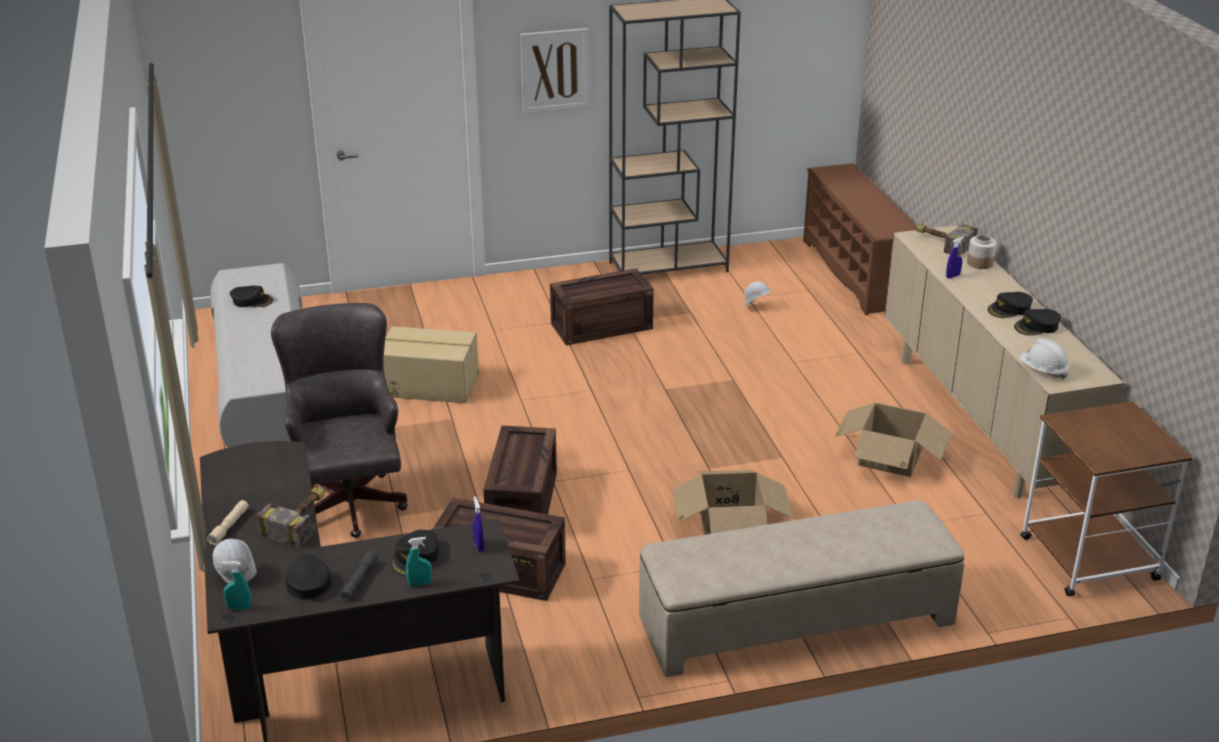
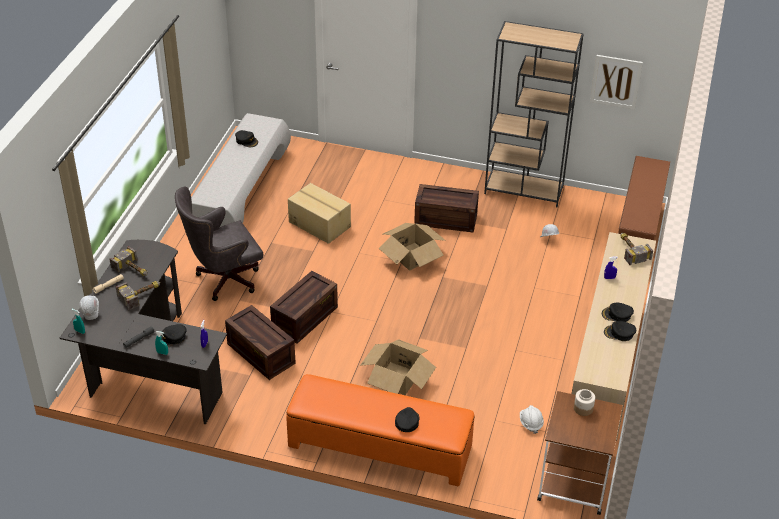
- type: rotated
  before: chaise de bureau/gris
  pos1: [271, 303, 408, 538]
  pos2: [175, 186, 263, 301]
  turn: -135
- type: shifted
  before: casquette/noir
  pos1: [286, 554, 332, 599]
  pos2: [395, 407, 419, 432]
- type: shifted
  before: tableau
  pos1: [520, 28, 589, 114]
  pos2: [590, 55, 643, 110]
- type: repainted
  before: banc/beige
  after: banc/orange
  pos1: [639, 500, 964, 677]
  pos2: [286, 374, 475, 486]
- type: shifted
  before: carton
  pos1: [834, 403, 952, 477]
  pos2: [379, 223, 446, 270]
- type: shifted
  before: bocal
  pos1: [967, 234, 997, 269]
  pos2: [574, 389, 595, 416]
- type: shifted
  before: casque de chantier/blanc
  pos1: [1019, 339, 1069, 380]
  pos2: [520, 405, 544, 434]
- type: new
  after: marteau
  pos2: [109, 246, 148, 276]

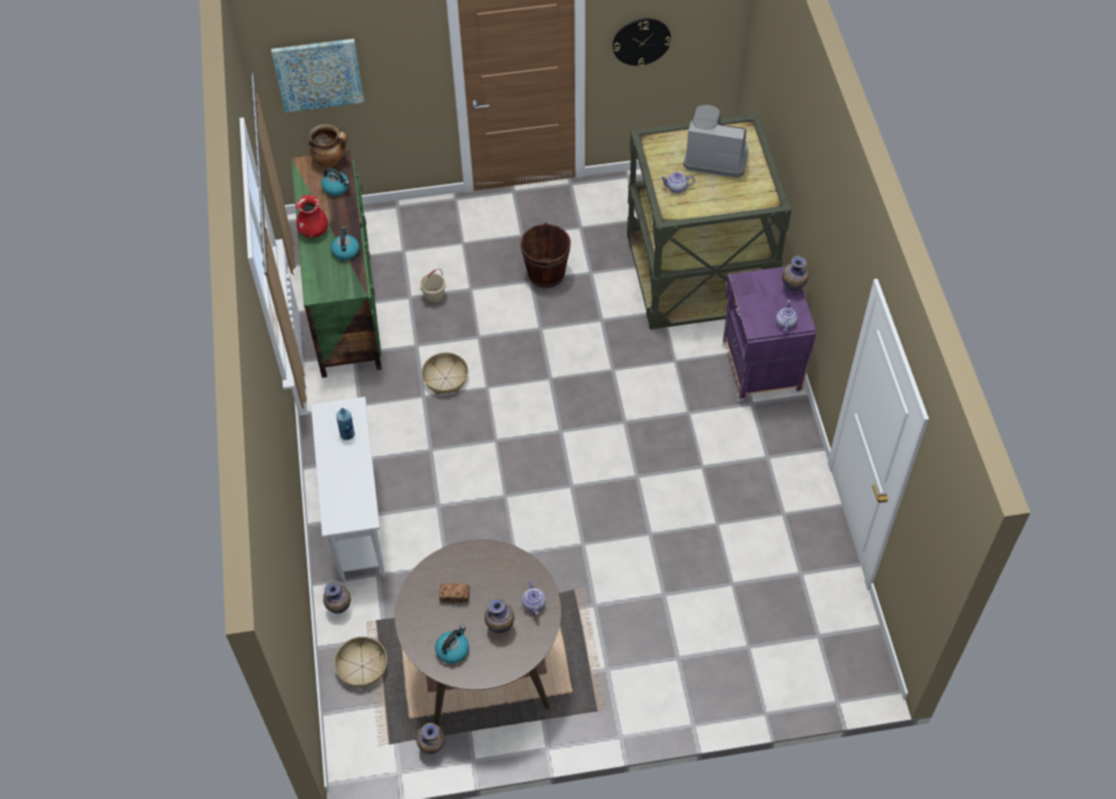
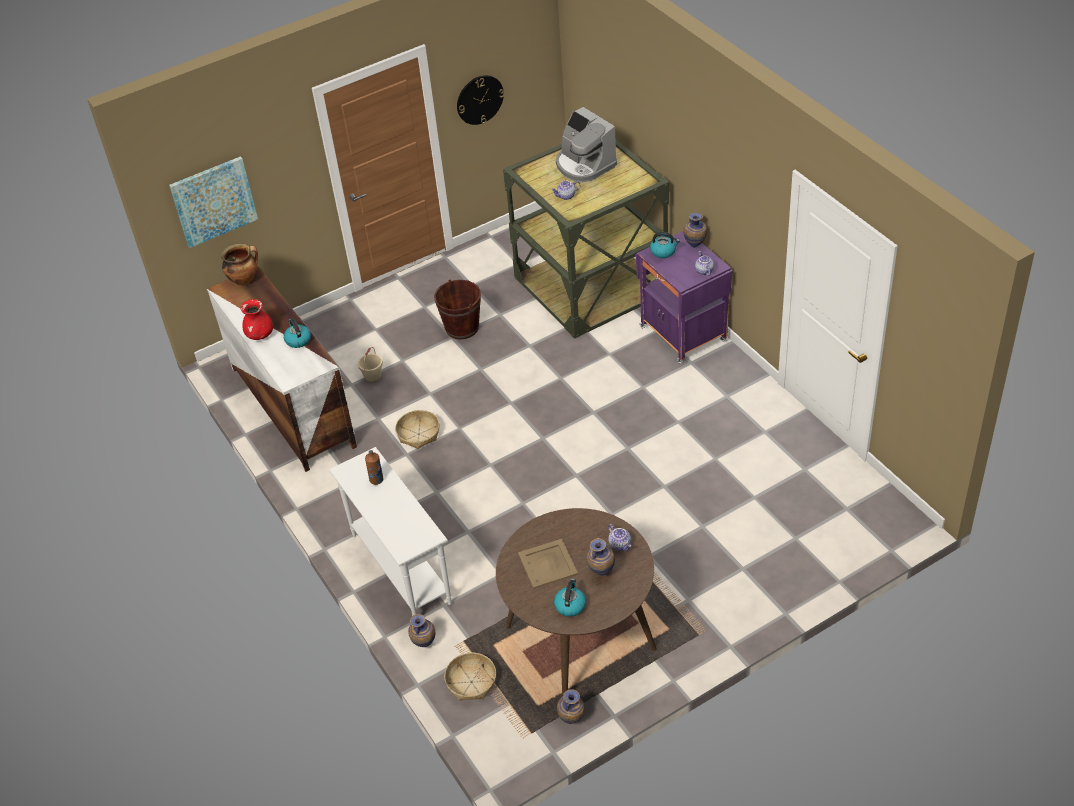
- type: repainted
  before: meuble de rangement/vert
  after: meuble de rangement/blanc
  pos1: [291, 150, 382, 378]
  pos2: [207, 266, 357, 472]
- type: shifted
  before: bouilloire
  pos1: [321, 168, 350, 196]
  pos2: [650, 232, 680, 258]
- type: repainted
  before: bouteille/bleu
  after: bouteille/marron
  pos1: [336, 408, 355, 440]
  pos2: [365, 450, 383, 485]
- type: swapped
  before: pain
  after: plateau/beige
  pos1: [439, 583, 470, 603]
  pos2: [518, 539, 578, 589]
- type: rotated
  before: machine à café
  pos1: [683, 105, 749, 178]
  pos2: [556, 107, 617, 182]
  turn: -120

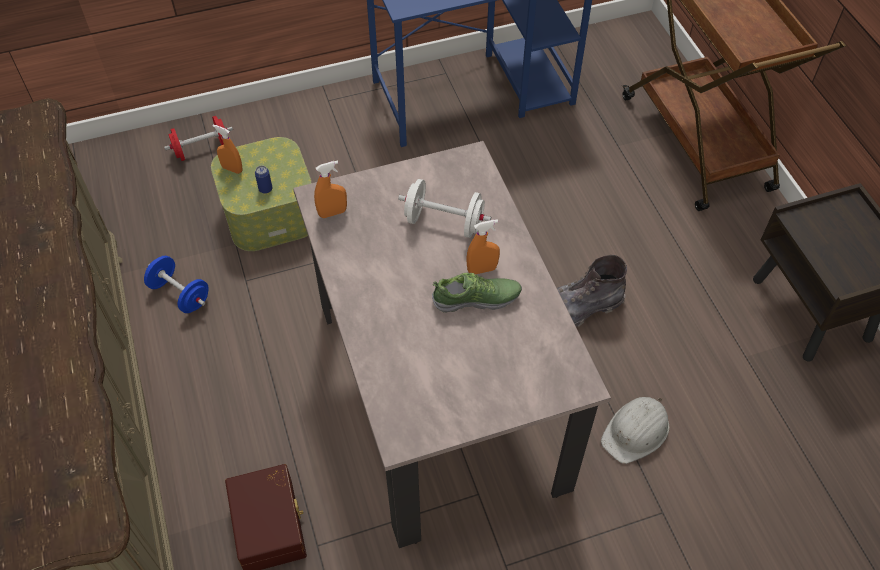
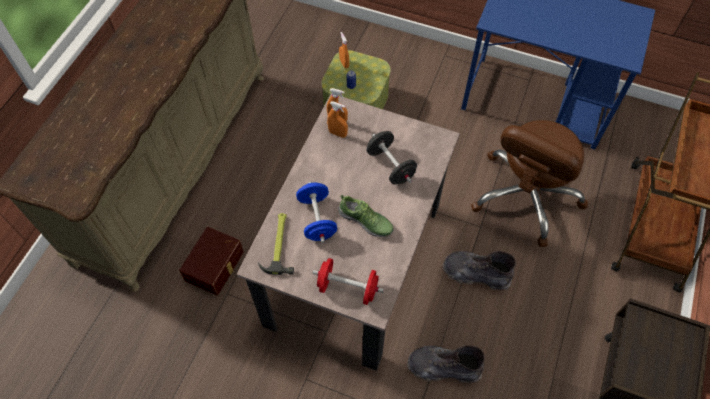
- type: shifted
  before: haltère/bleu
  pos1: [144, 256, 209, 313]
  pos2: [296, 182, 337, 243]
- type: shifted
  before: haltère/rouge
  pos1: [164, 116, 233, 161]
  pos2: [312, 258, 384, 305]
- type: repainted
  before: haltère/blanc
  after: haltère/noir
  pos1: [398, 179, 491, 238]
  pos2: [366, 131, 417, 184]
- type: shifted
  before: vaporisateur/orange
  pos1: [466, 219, 500, 274]
  pos2: [327, 101, 348, 138]
- type: swapped
  before: casque de chantier/blanc
  after: botte/gris
  pos1: [601, 397, 669, 464]
  pos2: [407, 345, 485, 383]
- type: new
  after: marteau
  pos2: [258, 213, 294, 275]
- type: new
  after: chaise de bureau/marron
  pos2: [471, 120, 588, 247]

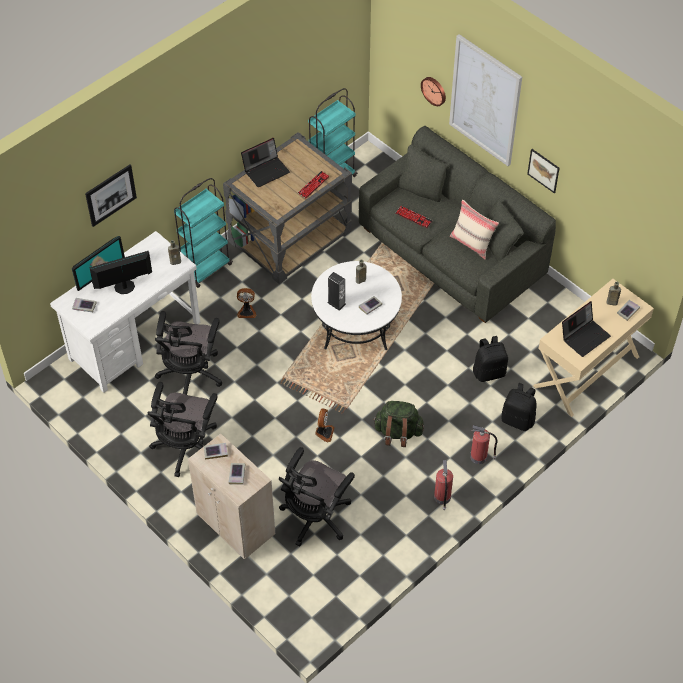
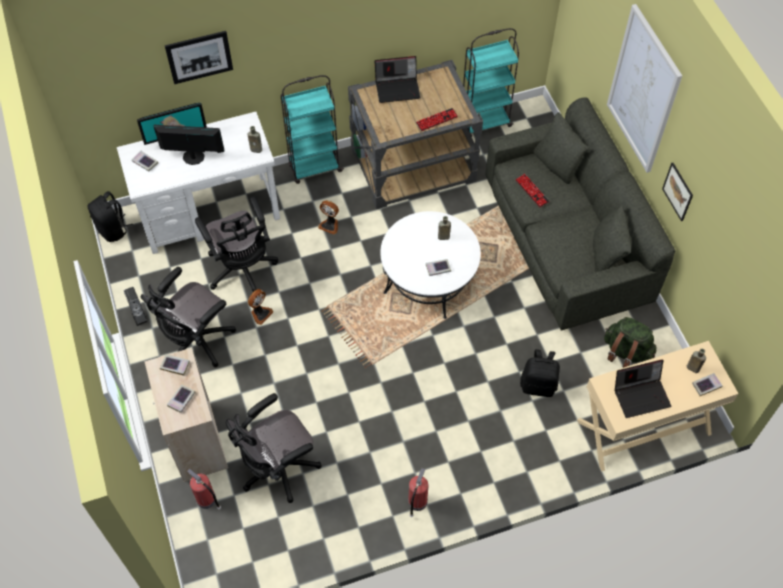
- type: rotated
  before: chaise de bureau
  pos1: [155, 311, 222, 395]
  pos2: [195, 196, 278, 292]
  turn: -60
- type: shifted
  before: ventilateur
  pos1: [315, 408, 334, 442]
  pos2: [248, 289, 273, 325]
- type: shifted
  before: enceinte
  pos1: [327, 272, 346, 311]
  pos2: [124, 287, 148, 326]
- type: shifted
  before: sac à dos/vert
  pos1: [373, 401, 424, 447]
  pos2: [604, 317, 656, 368]
- type: gone
  before: horloge murale
  pos1: [421, 77, 446, 106]
- type: gone
  before: coussin/beige
  pos1: [450, 199, 499, 259]
- type: shifted
  before: extincteur
  pos1: [470, 425, 498, 464]
  pos2: [187, 468, 221, 510]
- type: shifted
  before: sac à dos/noir
  pos1: [502, 383, 537, 431]
  pos2: [88, 191, 133, 242]

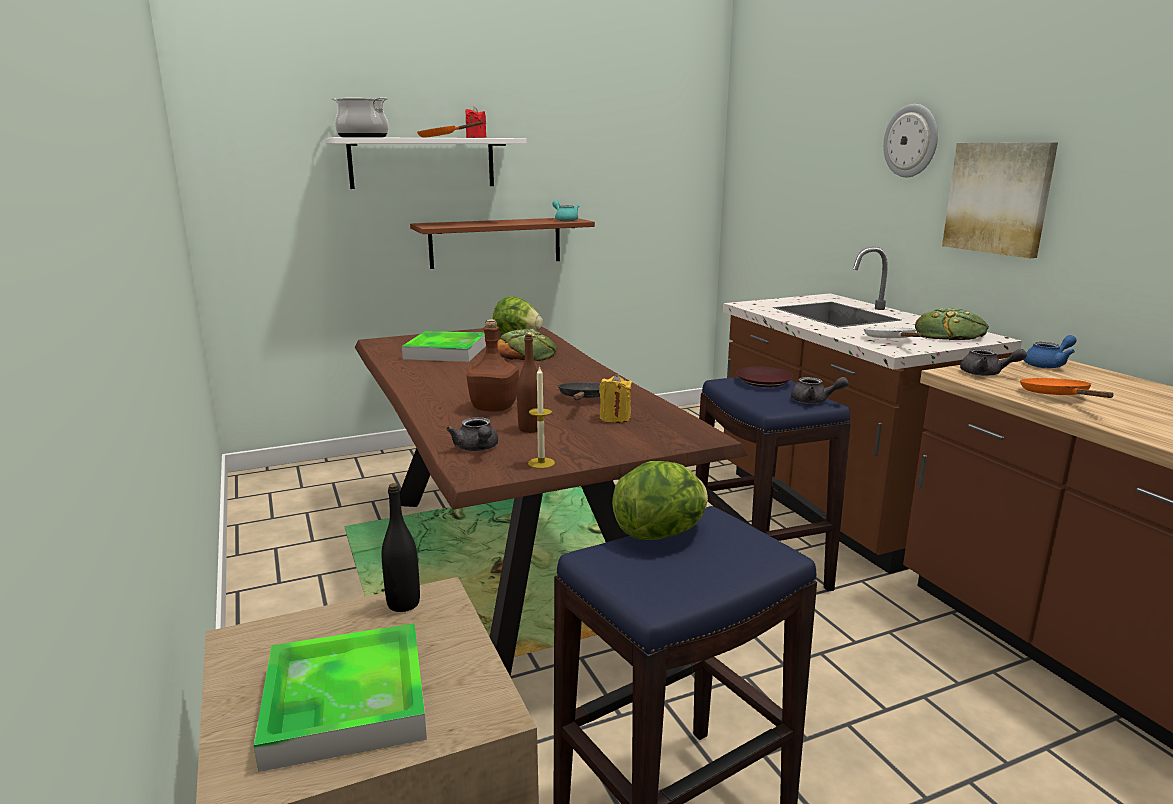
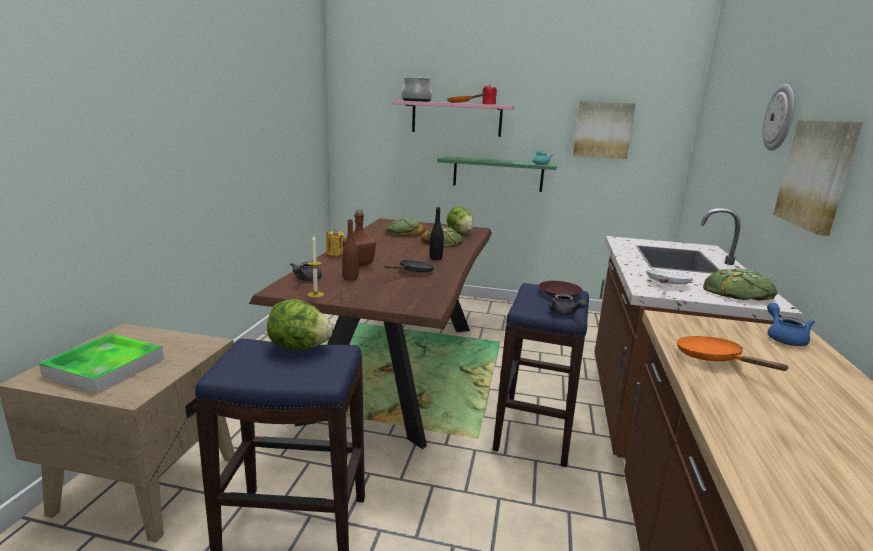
- type: repainted
  before: étagère/blanc
  after: étagère/rose
  pos1: [326, 137, 527, 189]
  pos2: [392, 100, 515, 137]
- type: shifted
  before: bouteille/noir
  pos1: [382, 483, 420, 612]
  pos2: [430, 207, 444, 260]
- type: swapped
  before: plateau
  after: pain
  pos1: [402, 331, 486, 362]
  pos2: [385, 218, 425, 236]
- type: repainted
  before: étagère/marron
  after: étagère/vert
  pos1: [410, 218, 595, 269]
  pos2: [437, 156, 557, 192]
- type: shifted
  before: bougie/jaune
  pos1: [599, 374, 632, 423]
  pos2: [326, 229, 345, 256]
- type: gone
  before: théière/gris
  pos1: [960, 348, 1027, 376]
- type: rotated
  before: poêle/orange
  pos1: [1020, 378, 1114, 398]
  pos2: [676, 336, 789, 371]
  turn: -60
- type: rotated
  before: théière/bleu
  pos1: [1024, 335, 1077, 368]
  pos2: [767, 303, 815, 346]
  turn: -105
- type: new
  after: tableau
  pos2: [573, 101, 635, 159]

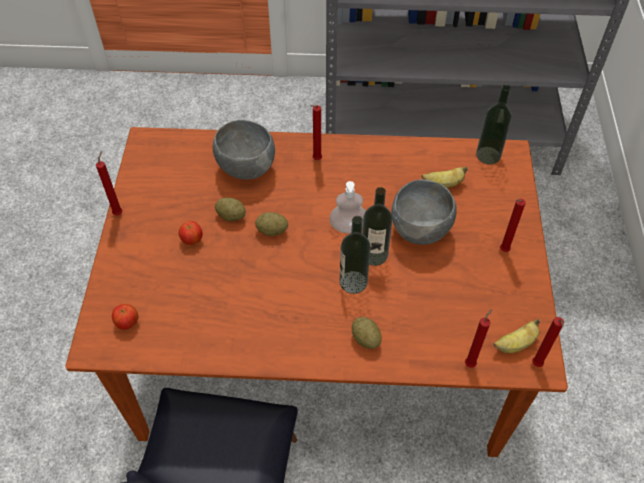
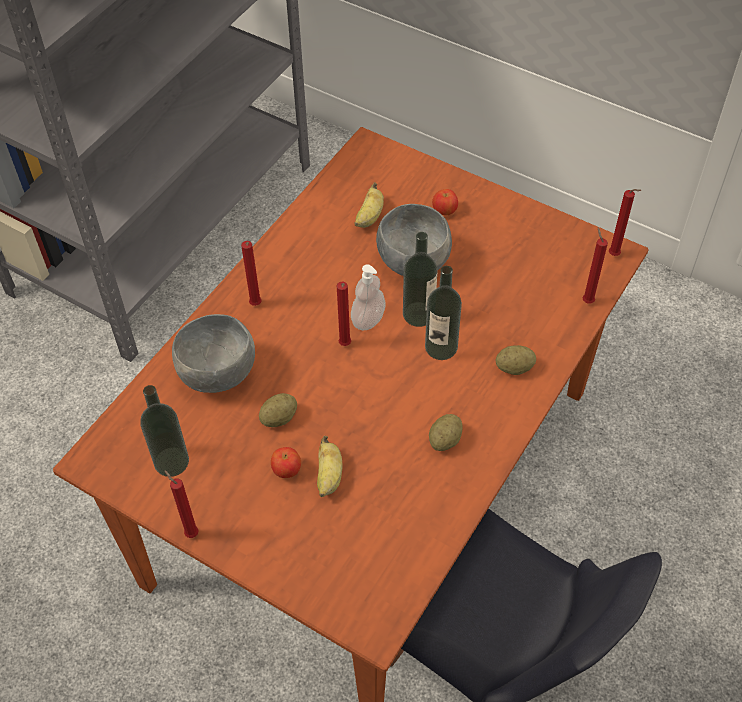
- type: shifted
  before: pomme
  pos1: [112, 304, 138, 330]
  pos2: [432, 189, 458, 215]
- type: shifted
  before: pomme de terre
  pos1: [255, 212, 288, 236]
  pos2: [429, 414, 462, 451]
- type: shifted
  before: bouteille
  pos1: [476, 84, 512, 165]
  pos2: [140, 385, 189, 477]
- type: shifted
  before: banane
  pos1: [493, 319, 540, 353]
  pos2: [317, 436, 343, 497]
- type: shifted
  before: bougie/rouge
  pos1: [500, 198, 526, 252]
  pos2: [337, 281, 351, 346]

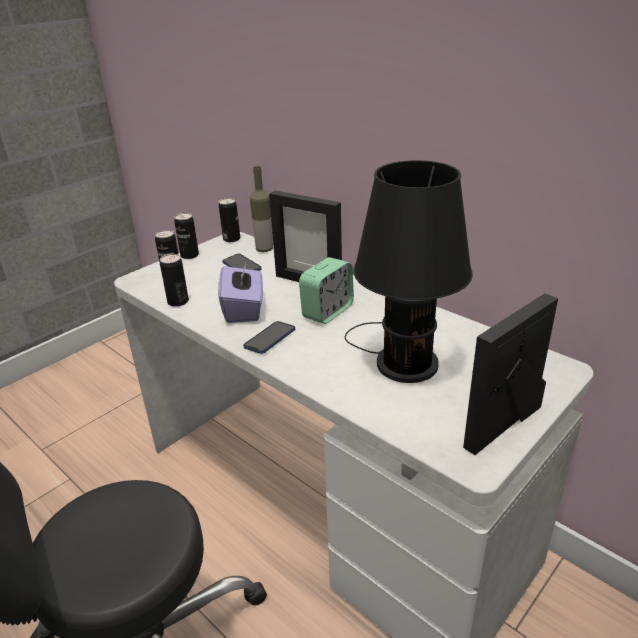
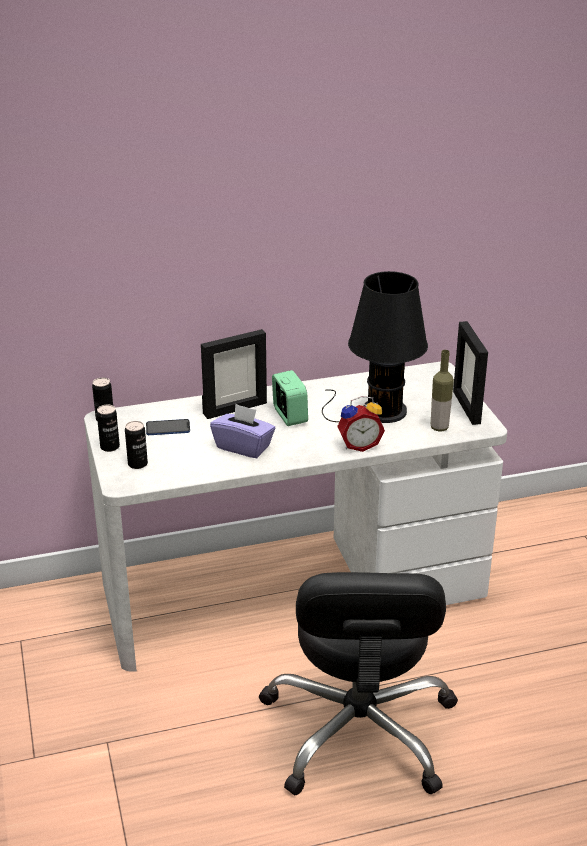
- type: gone
  before: boîte métallique
  pos1: [160, 254, 189, 307]
- type: gone
  before: téléphone
  pos1: [243, 321, 295, 354]
- type: shifted
  before: bouteille
  pos1: [250, 166, 273, 252]
  pos2: [431, 350, 454, 431]
- type: new
  after: réveil
  pos2: [337, 396, 385, 452]

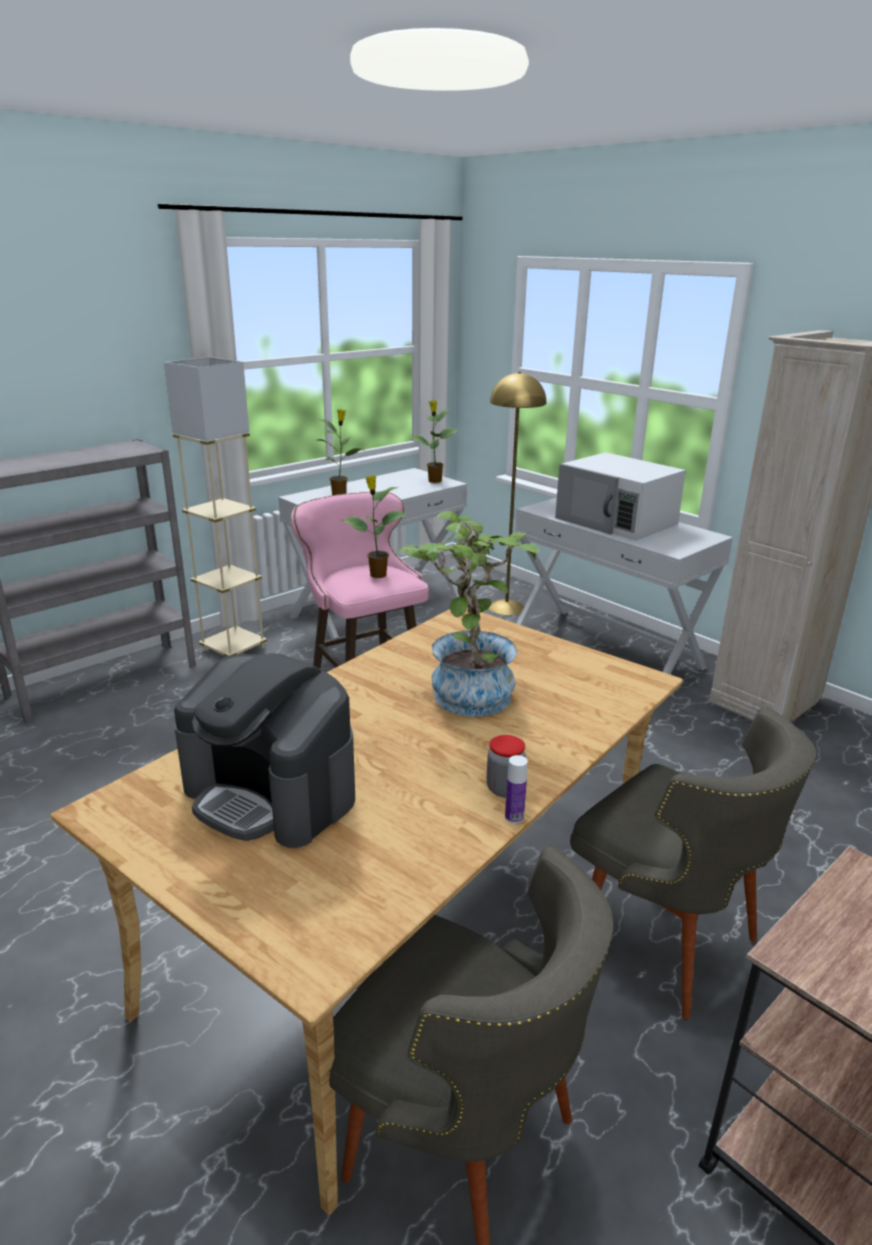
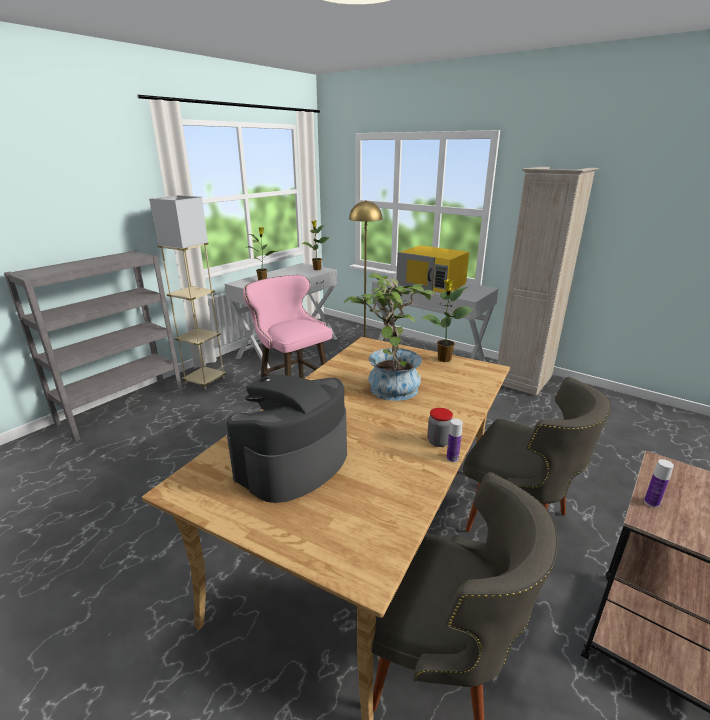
- type: rotated
  before: machine à café
  pos1: [174, 653, 355, 848]
  pos2: [227, 374, 347, 503]
  turn: 105
- type: shifted
  before: plante en pot
  pos1: [342, 475, 408, 578]
  pos2: [421, 279, 473, 362]
- type: repainted
  before: micro-ondes/blanc
  after: micro-ondes/jaune
  pos1: [555, 452, 686, 541]
  pos2: [396, 245, 469, 293]
- type: new
  after: bouteille
  pos2: [644, 459, 674, 508]

